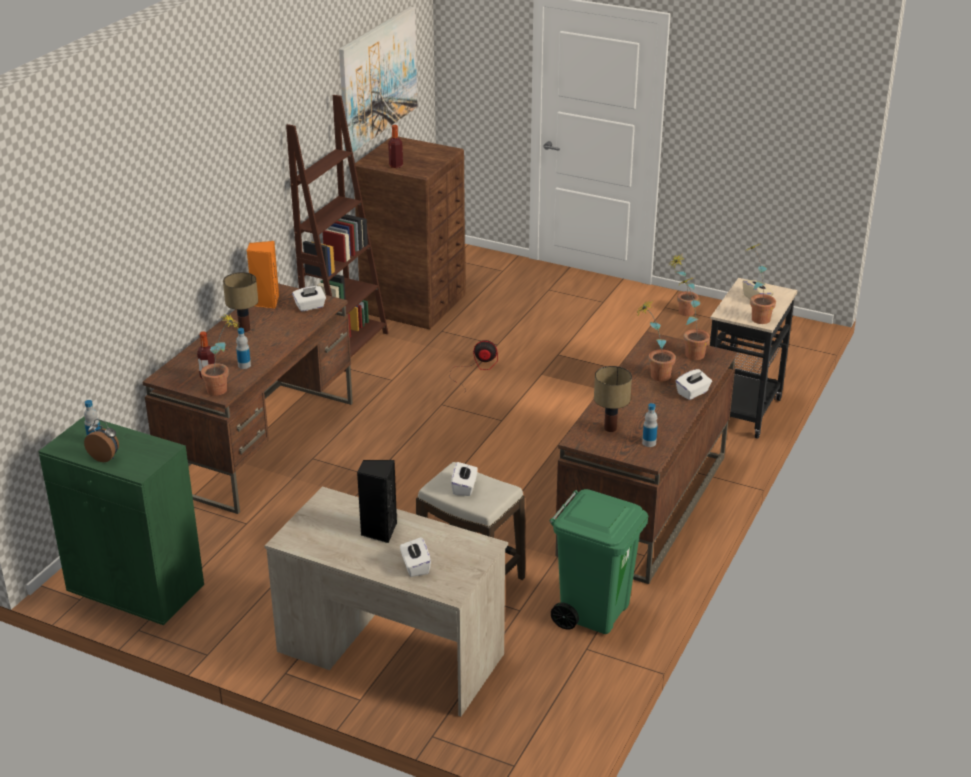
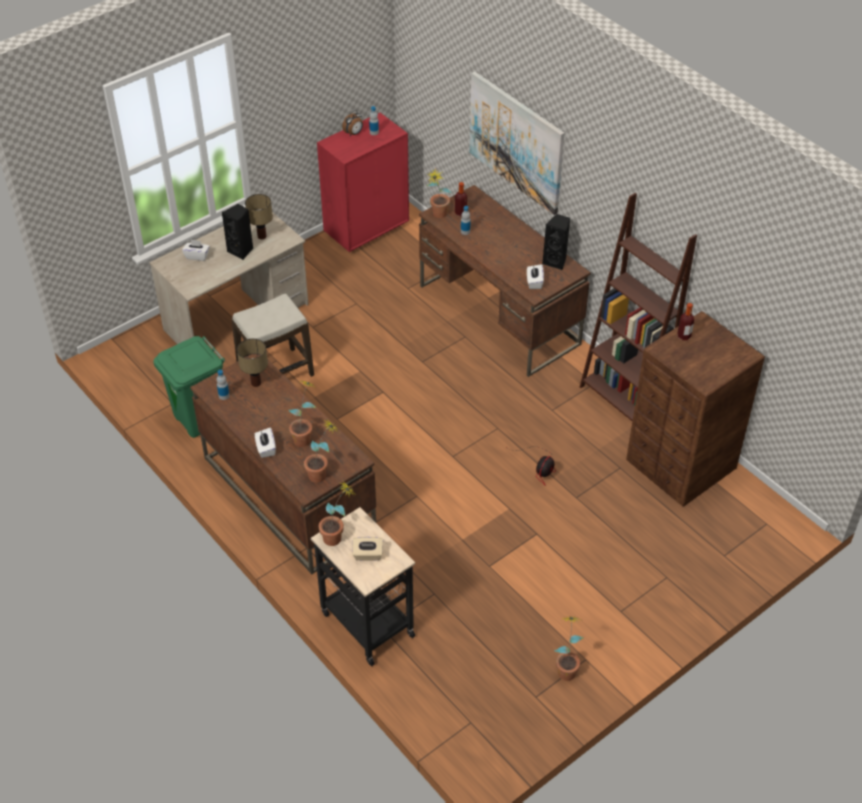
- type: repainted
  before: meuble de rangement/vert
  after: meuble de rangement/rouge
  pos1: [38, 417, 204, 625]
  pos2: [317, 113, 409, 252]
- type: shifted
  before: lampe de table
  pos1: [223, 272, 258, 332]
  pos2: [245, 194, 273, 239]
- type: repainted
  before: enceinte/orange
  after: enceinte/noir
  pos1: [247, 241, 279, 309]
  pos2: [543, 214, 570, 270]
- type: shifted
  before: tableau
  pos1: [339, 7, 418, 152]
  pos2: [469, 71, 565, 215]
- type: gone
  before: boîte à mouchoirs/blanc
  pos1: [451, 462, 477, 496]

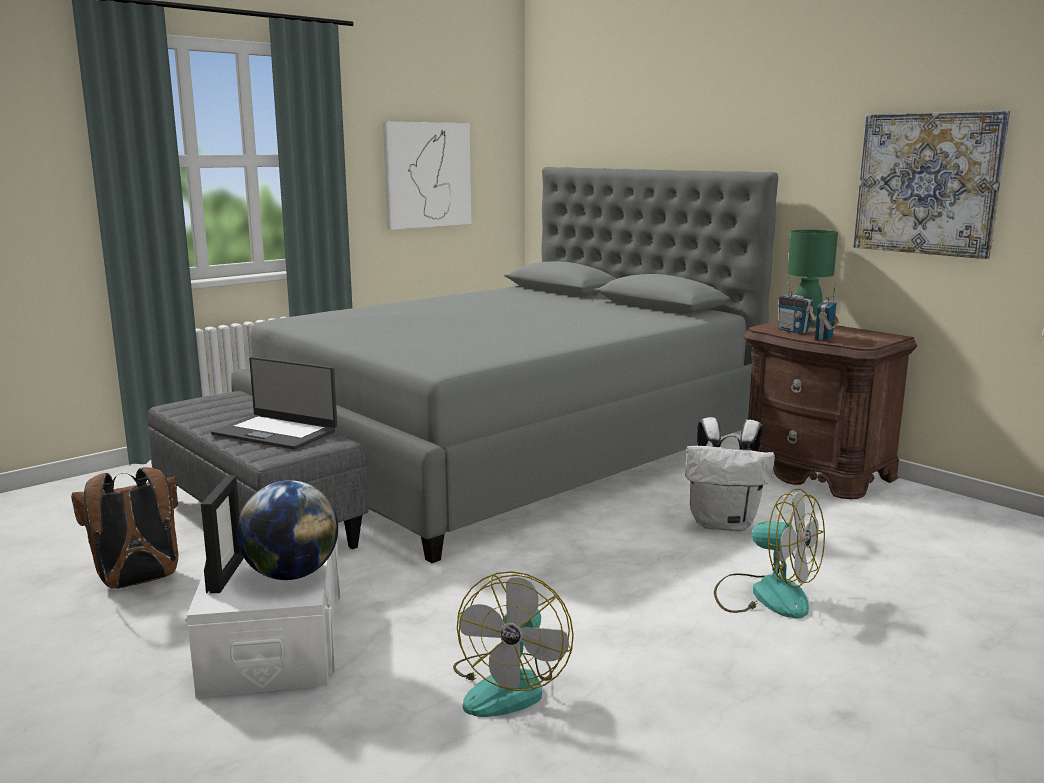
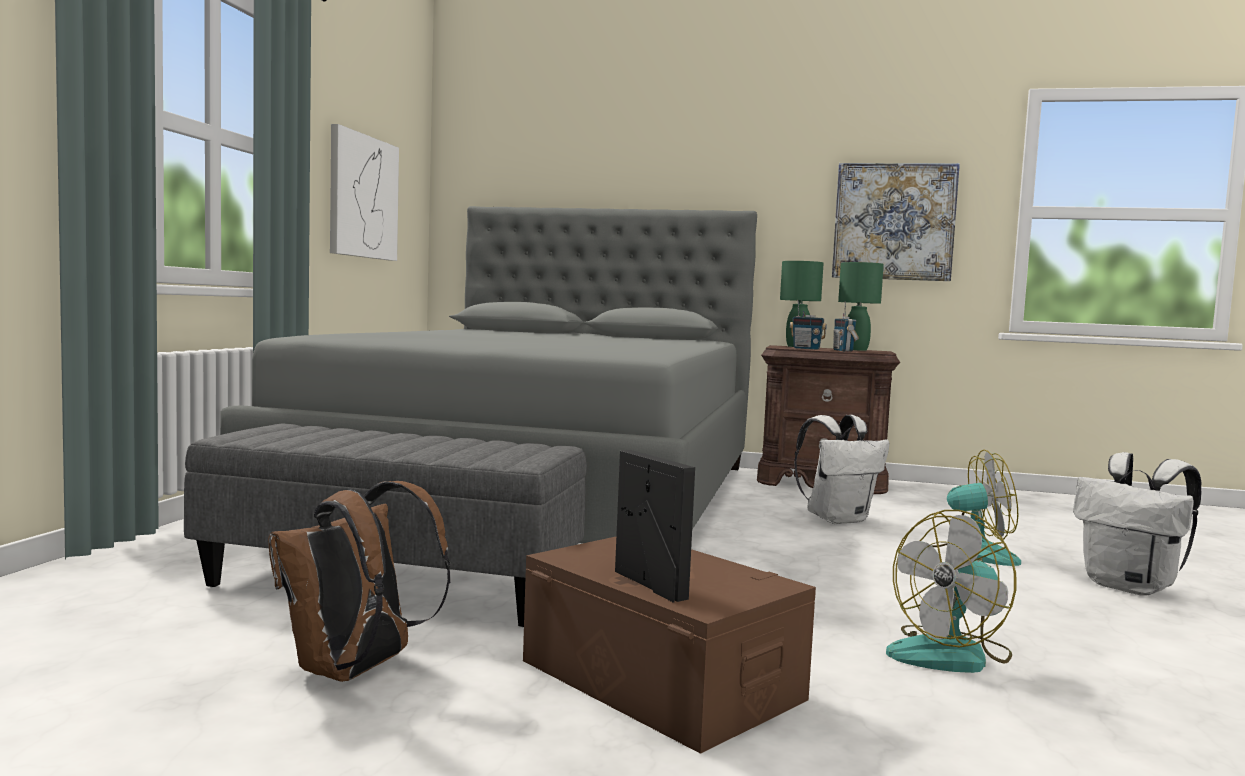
- type: repainted
  before: boîte de rangement/blanc
  after: boîte de rangement/marron
  pos1: [185, 542, 340, 698]
  pos2: [523, 537, 816, 754]
- type: gone
  before: ordinateur portable
  pos1: [211, 357, 337, 450]
- type: gone
  before: globe
  pos1: [236, 480, 338, 580]
- type: rotated
  before: ventilateur
  pos1: [453, 571, 574, 717]
  pos2: [886, 510, 1017, 673]
  turn: 75
- type: new
  after: lampe de table/vert
  pos2: [838, 262, 884, 351]
- type: new
  after: sac à dos/blanc
  pos2: [1073, 452, 1201, 596]

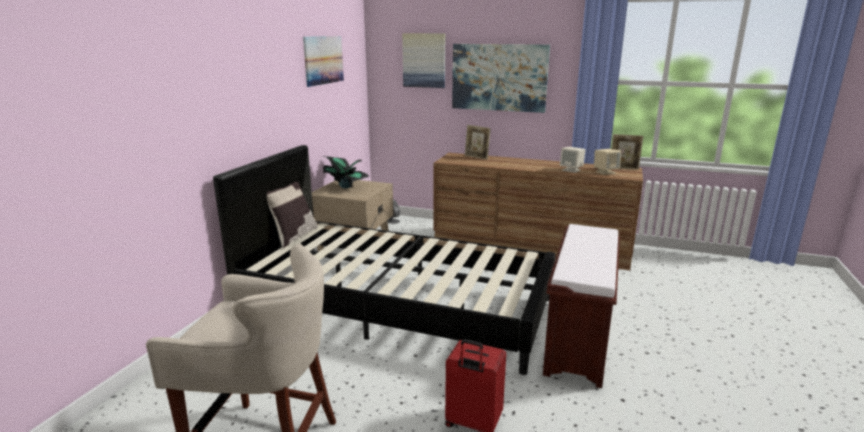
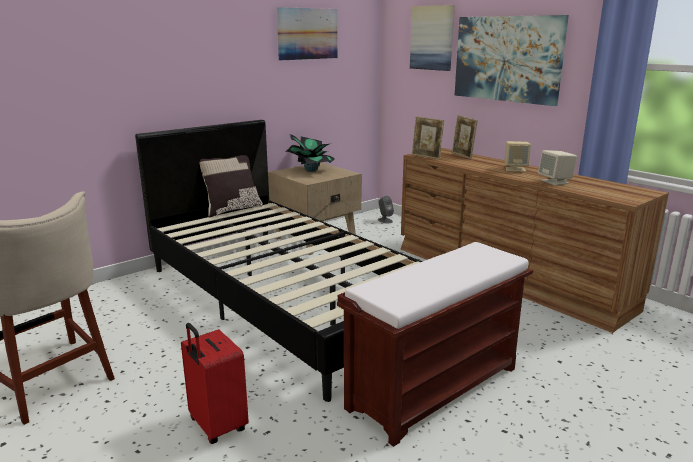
- type: shifted
  before: enceinte/beige
  pos1: [594, 149, 621, 175]
  pos2: [504, 141, 531, 172]
- type: shifted
  before: cadre photo
  pos1: [611, 134, 644, 170]
  pos2: [412, 116, 445, 159]

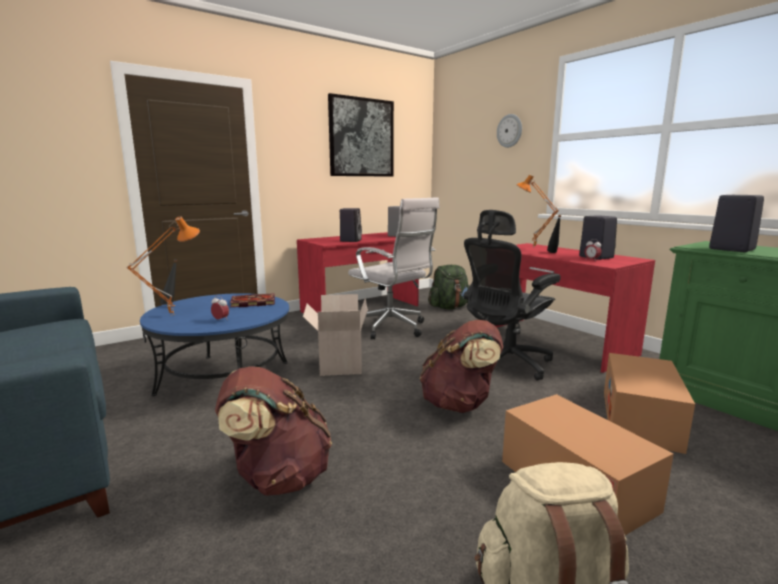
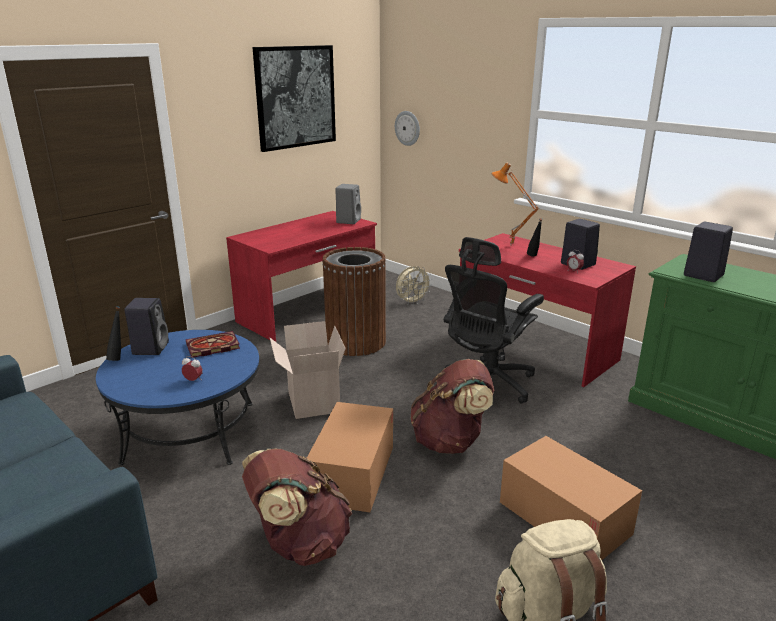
- type: gone
  before: lampe de table/orange
  pos1: [127, 216, 200, 316]
- type: shifted
  before: enceinte/noir
  pos1: [340, 208, 362, 242]
  pos2: [124, 298, 169, 355]
- type: swapped
  before: chaise de bureau/blanc
  after: poubelle/marron
  pos1: [348, 197, 440, 339]
  pos2: [322, 247, 386, 356]
- type: swapped
  before: sac à dos/vert
  after: ventilateur/beige
  pos1: [428, 265, 470, 309]
  pos2: [396, 266, 432, 305]
- type: shifted
  before: horloge murale
  pos1: [497, 114, 522, 148]
  pos2: [395, 111, 420, 146]
- type: shifted
  before: carton
  pos1: [604, 353, 695, 454]
  pos2: [307, 402, 393, 512]

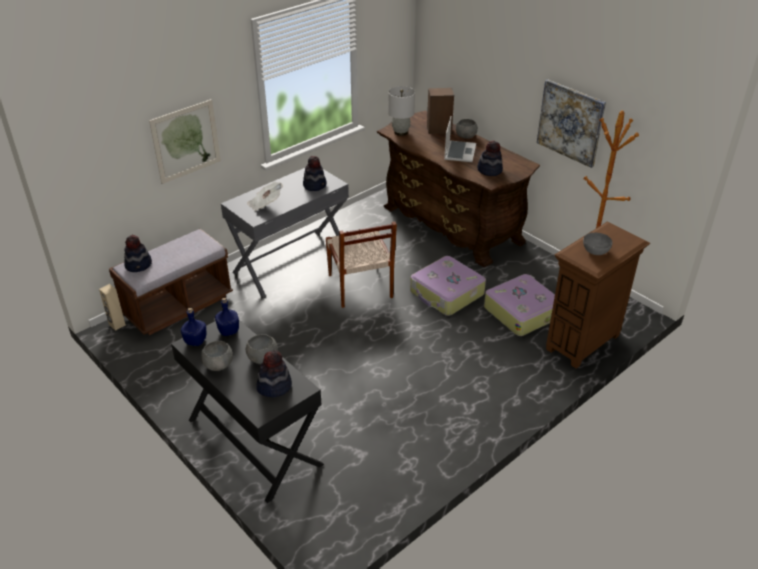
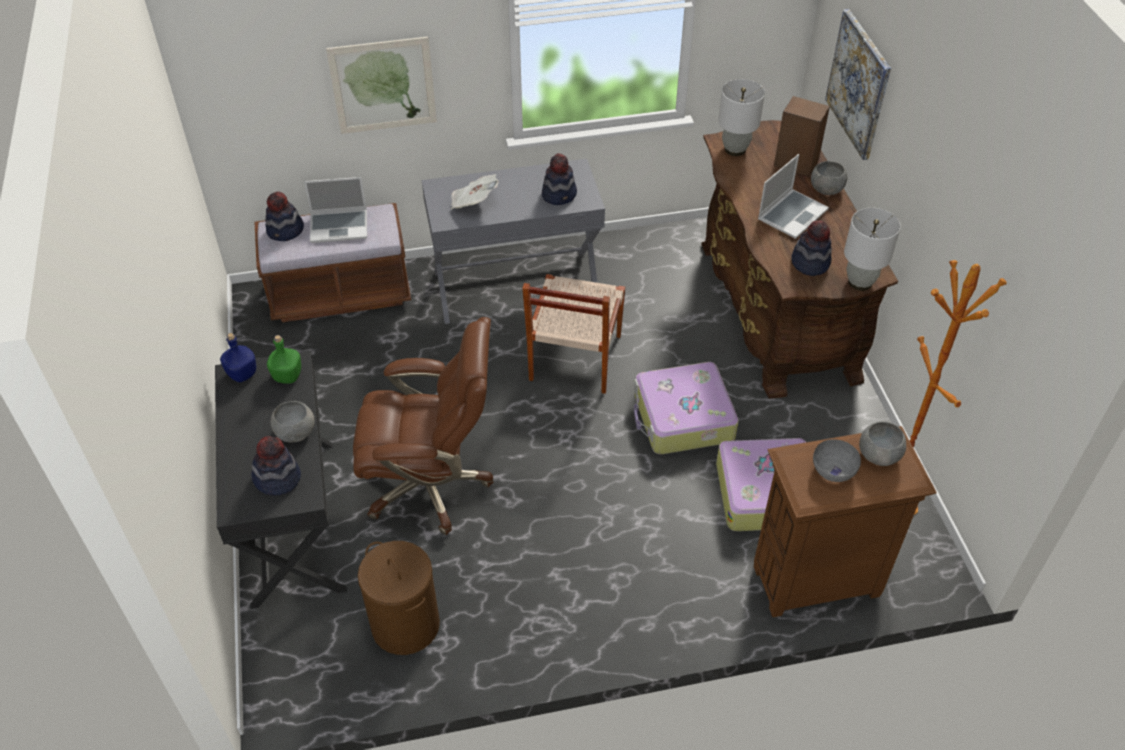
- type: gone
  before: enceinte/beige
  pos1: [99, 284, 126, 331]
- type: shifted
  before: bol/gris
  pos1: [201, 341, 233, 371]
  pos2: [859, 422, 906, 466]
- type: repainted
  before: bouteille/bleu
  after: bouteille/vert
  pos1: [215, 298, 239, 336]
  pos2: [267, 335, 301, 384]
- type: shifted
  before: tableau
  pos1: [537, 79, 606, 168]
  pos2: [825, 9, 891, 160]
- type: new
  after: ordinateur portable
  pos2: [304, 177, 367, 243]
- type: new
  after: chaise de bureau/marron
  pos2: [353, 317, 493, 535]
- type: new
  after: panier à linge/marron
  pos2: [358, 541, 440, 655]
- type: new
  after: lampe de table/blanc
  pos2: [844, 208, 901, 291]

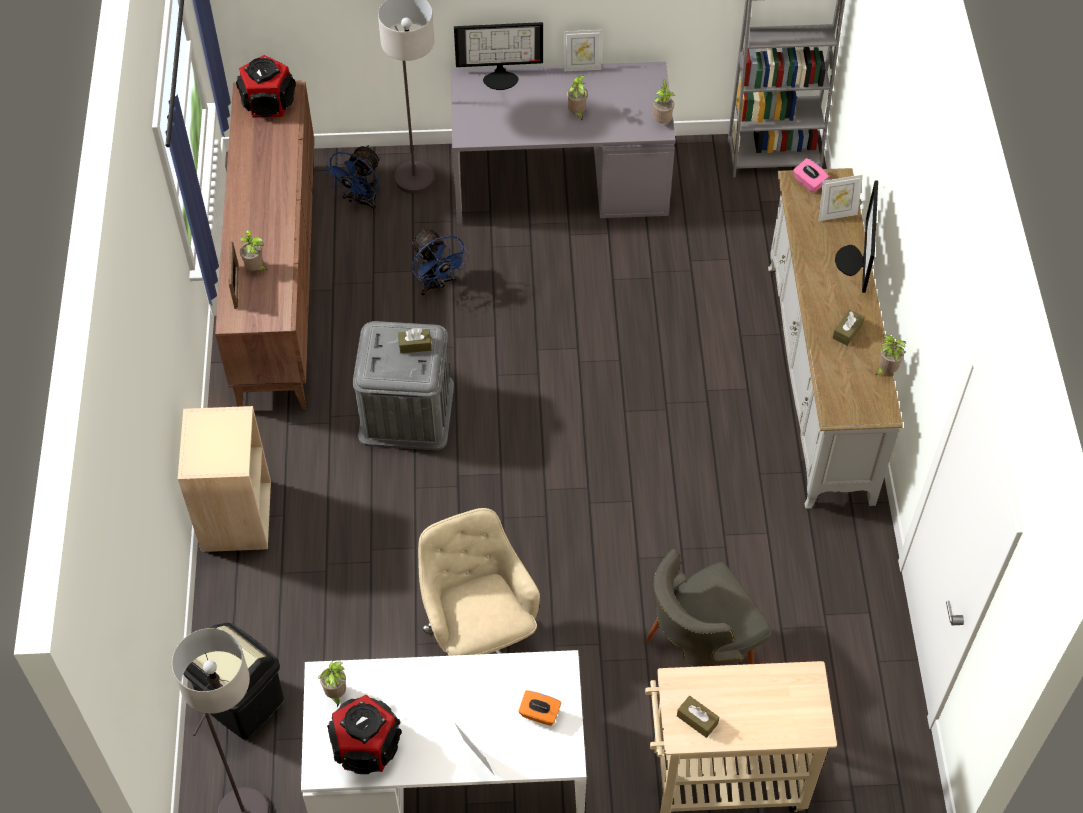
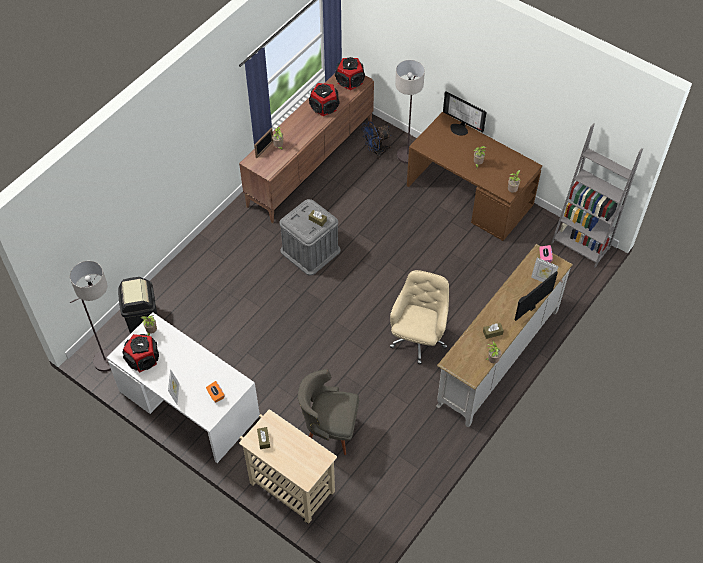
- type: gone
  before: bibliothèque/beige
  pos1: [178, 406, 271, 552]
- type: gone
  before: ventilateur/bleu
  pos1: [412, 228, 470, 296]
- type: shifted
  before: chaise de bureau/beige
  pos1: [418, 508, 540, 656]
  pos2: [390, 270, 449, 364]
- type: repainted
  before: bureau/gris
  after: bureau/marron
  pos1: [450, 62, 675, 224]
  pos2: [407, 112, 542, 241]
- type: gone
  before: cadre photo
  pos1: [564, 30, 602, 71]
- type: new
  after: enceinte
  pos2: [309, 83, 339, 116]

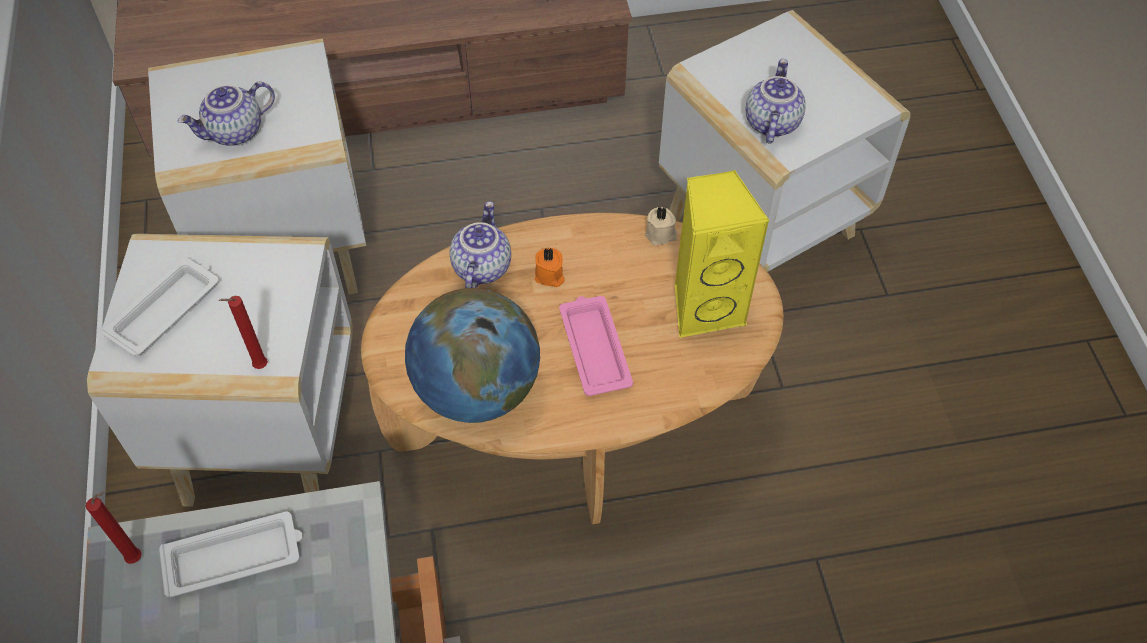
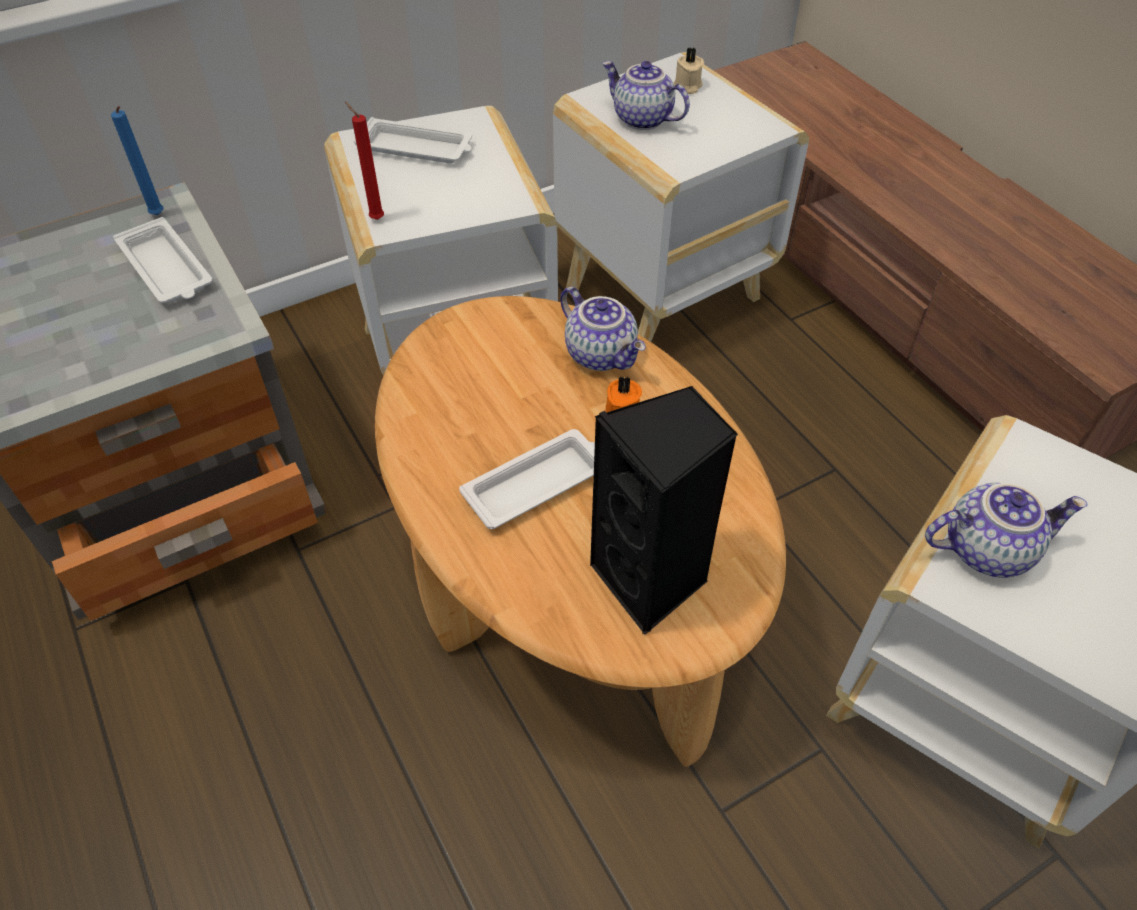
- type: repainted
  before: bougie/rouge
  after: bougie/bleu
  pos1: [86, 492, 142, 564]
  pos2: [111, 106, 164, 215]
- type: gone
  before: globe
  pos1: [405, 288, 540, 423]
- type: rotated
  before: théière
  pos1: [449, 201, 511, 288]
  pos2: [560, 287, 646, 371]
  turn: 60
- type: repainted
  before: plateau/rose
  after: plateau/blanc
  pos1: [559, 296, 633, 396]
  pos2: [459, 429, 595, 529]
- type: shifted
  before: bougie/beige
  pos1: [645, 207, 677, 246]
  pos2: [673, 48, 704, 94]
- type: repainted
  before: enceinte/jaune
  after: enceinte/noir
  pos1: [675, 170, 769, 338]
  pos2: [590, 386, 738, 635]

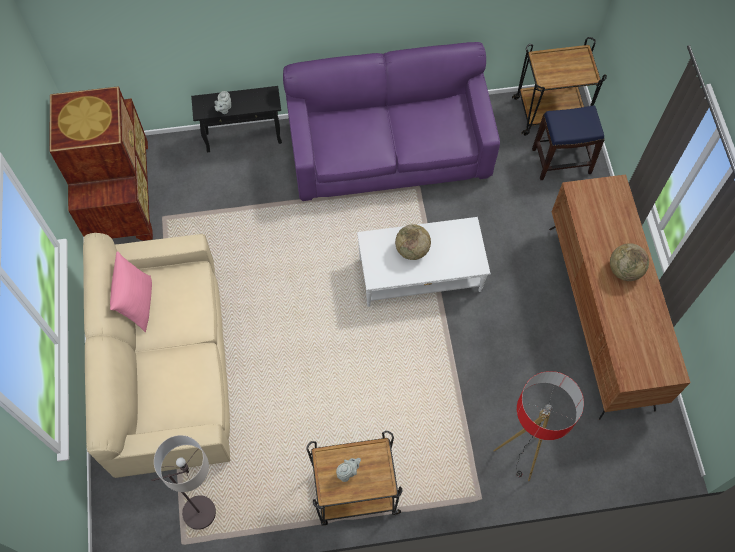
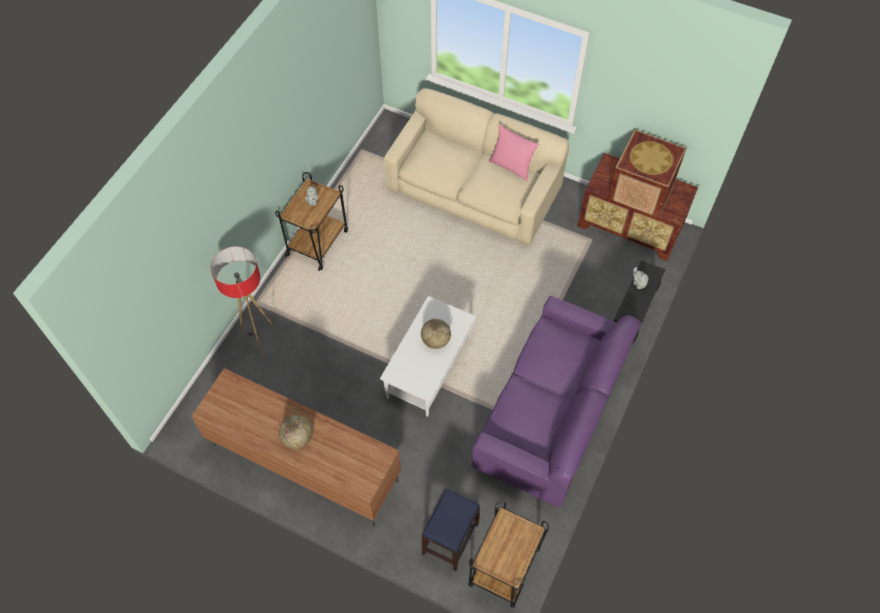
- type: gone
  before: lampadaire/gris
  pos1: [151, 435, 216, 530]

